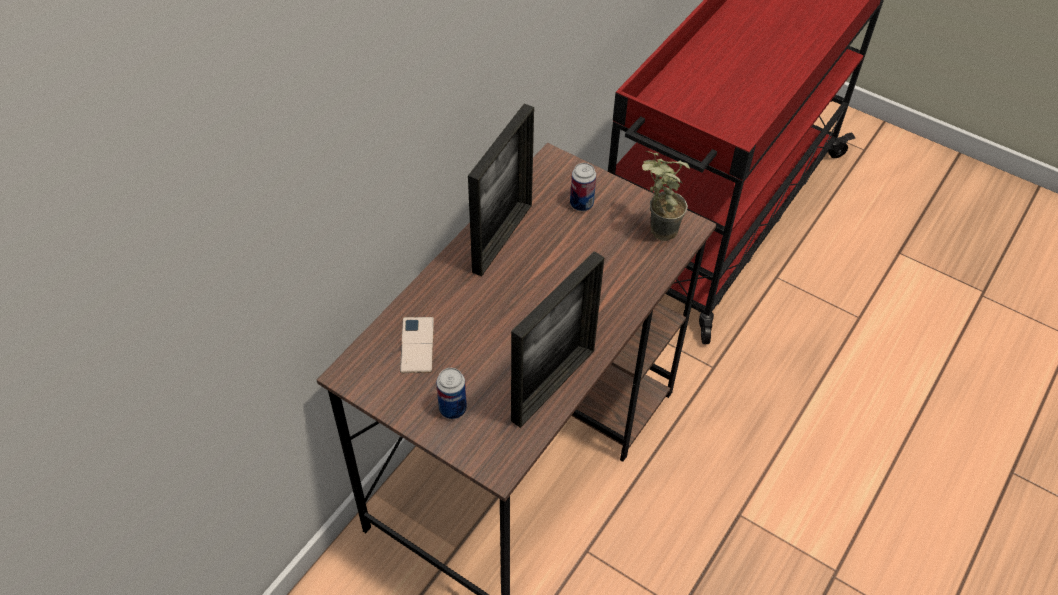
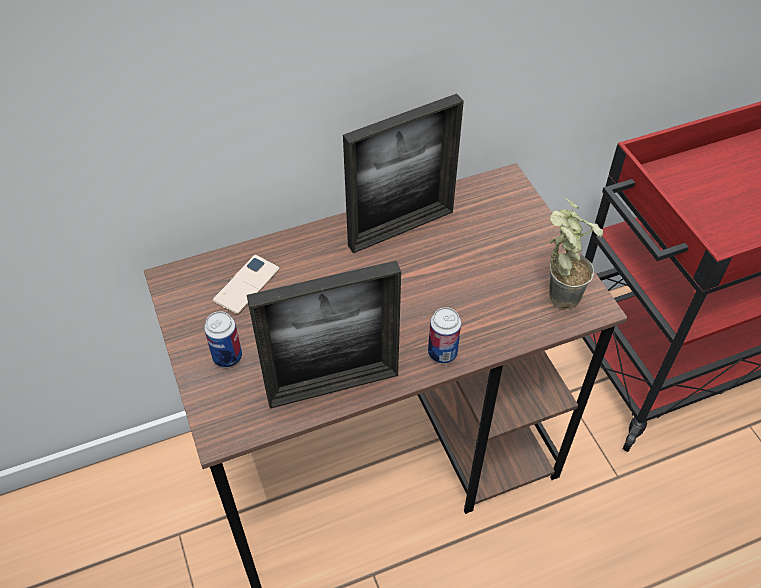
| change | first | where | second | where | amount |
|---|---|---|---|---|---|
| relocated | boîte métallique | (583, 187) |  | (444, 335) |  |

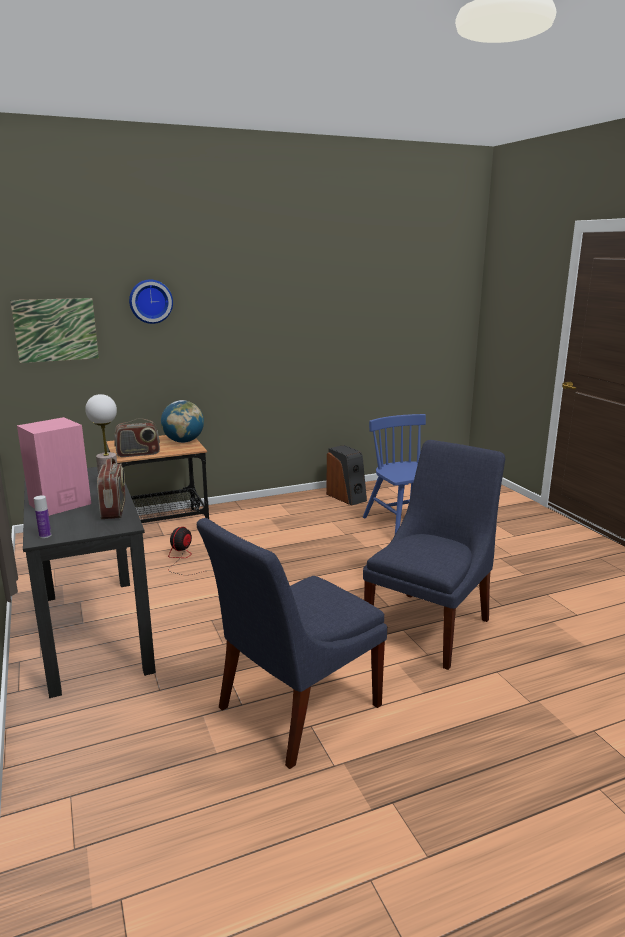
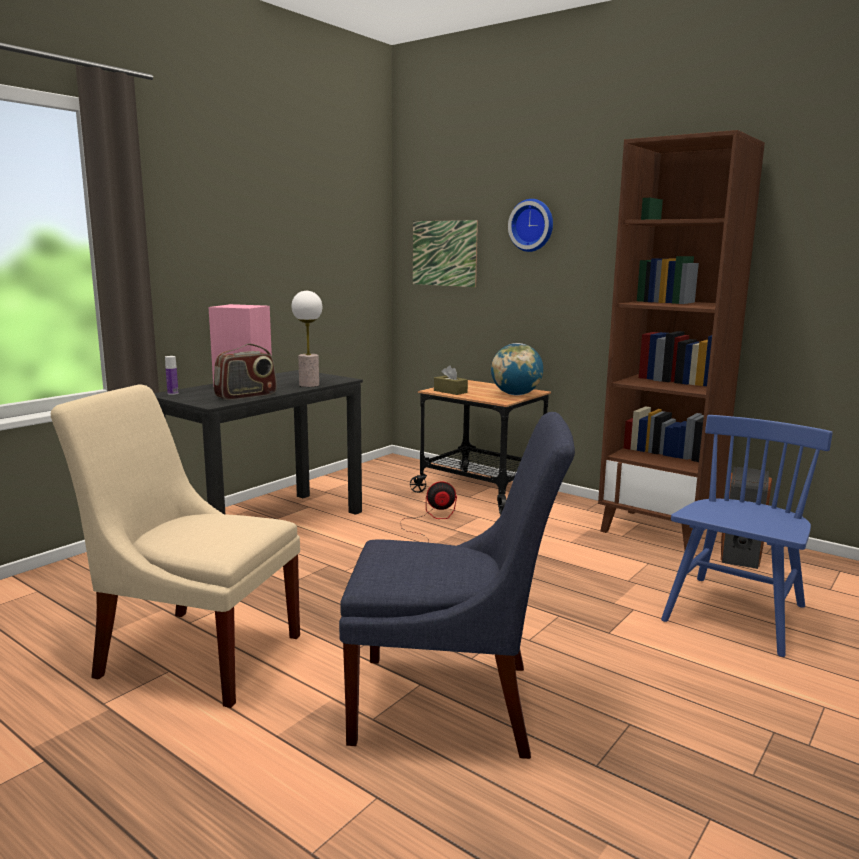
| change | first | where | second | where | amount |
|---|---|---|---|---|---|
| exchanged | radio | (137, 437) | boîte à mouchoirs [marron] | (451, 380) |  |
| colour | chaise [bleu] | (292, 643) | chaise [beige] | (175, 546) |  |
| appeared |  |  | bibliothèque [marron] | (681, 340) |  |

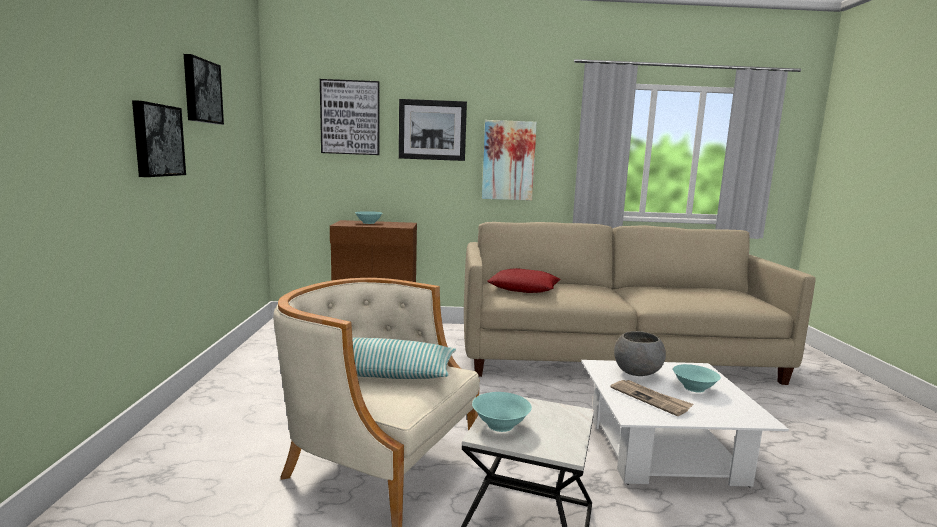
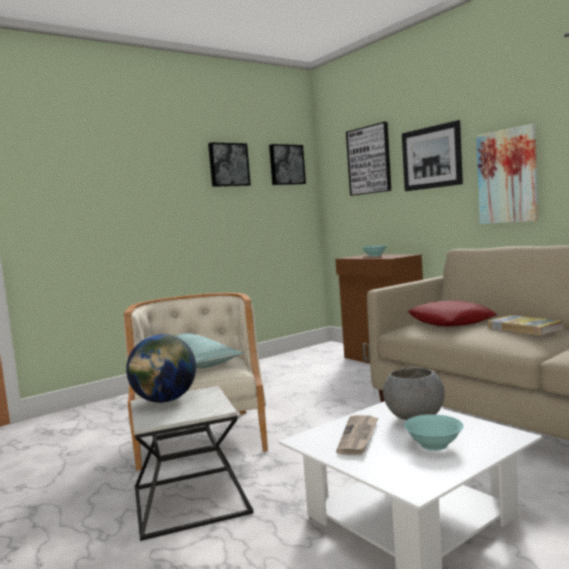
| change | first | where | second | where | amount |
|---|---|---|---|---|---|
| relocated | tableau | (159, 138) |  | (287, 164) |  |
| exchanged | bol [turquoise] | (502, 412) | globe | (161, 368) |  |
| appeared |  |  | livre | (525, 325) |  |

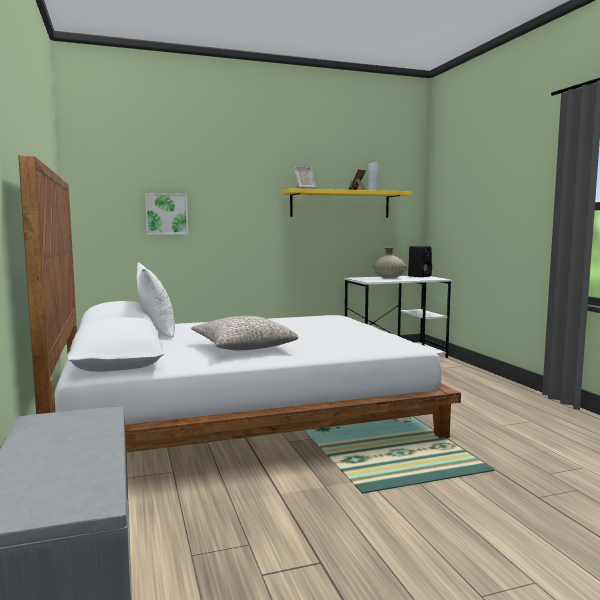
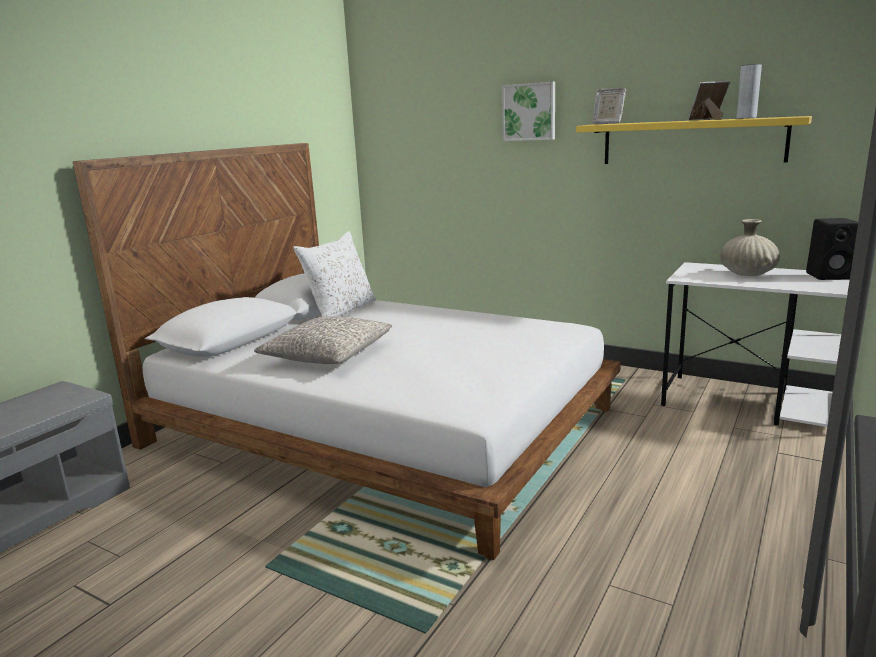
| change | first | where | second | where | amount |
|---|---|---|---|---|---|
| relocated | tableau | (166, 214) |  | (528, 111) |  |

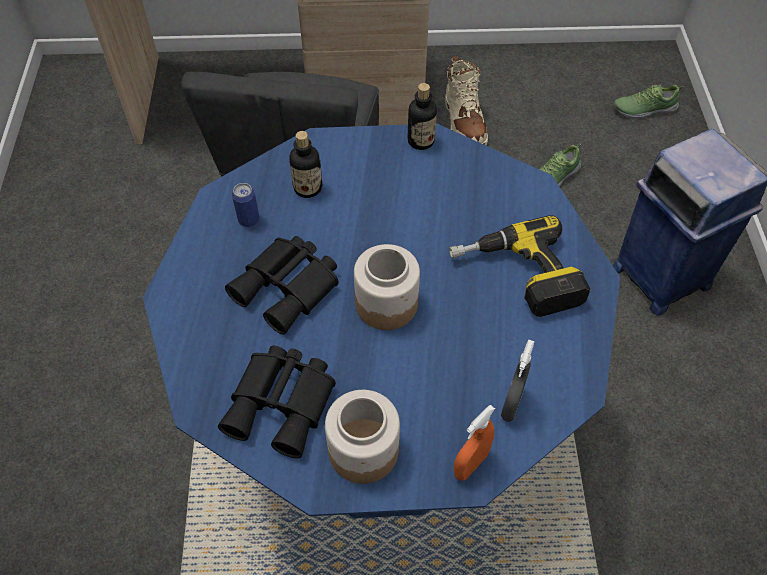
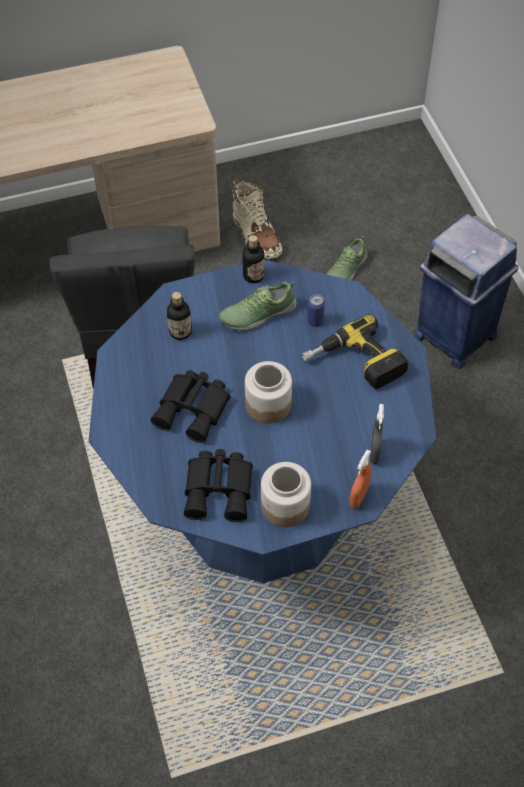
| change | first | where | second | where | amount |
|---|---|---|---|---|---|
| relocated | chaussure | (648, 101) |  | (258, 307) |  |
| relocated | boîte métallique | (246, 205) |  | (316, 310) |  |

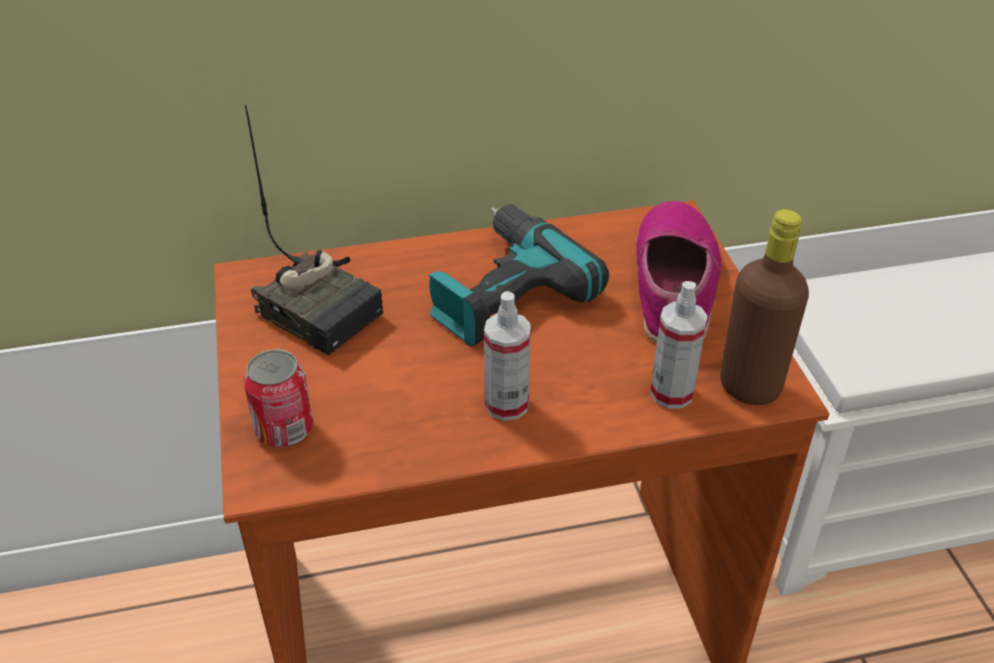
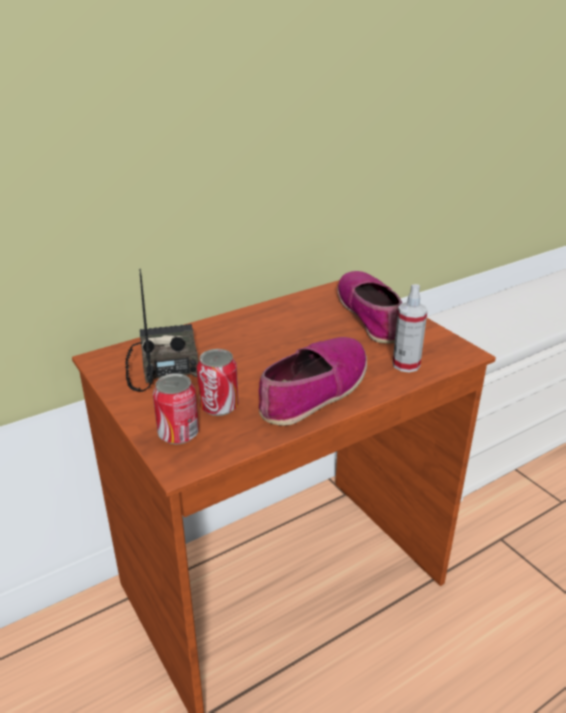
| change | first | where | second | where | amount |
|---|---|---|---|---|---|
| spun | radio | (314, 230) |  | (162, 330) | 120 degrees counterclockwise |
| missing | perceuse | (518, 275) |  |  |  |
| missing | bouteille [marron] | (764, 307) |  |  |  |
| exchanged | vaporisateur | (507, 356) | chaussure | (313, 381) |  |
| appeared |  |  | boîte métallique | (217, 382) |  |

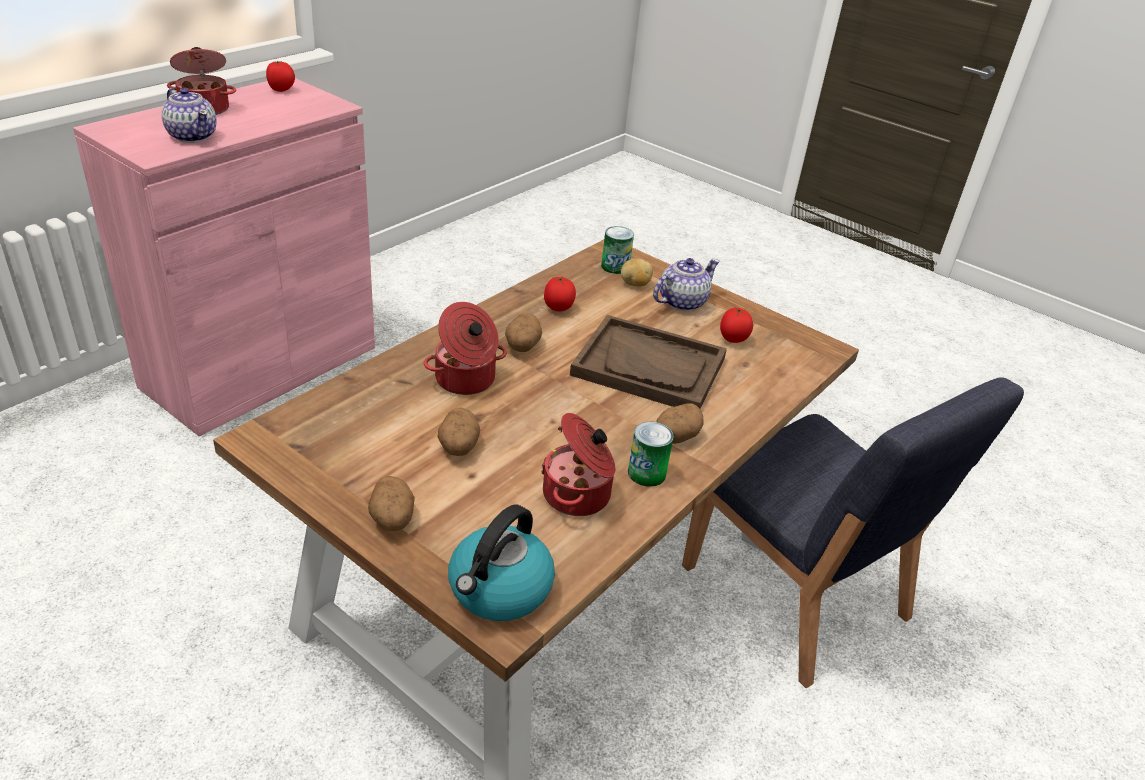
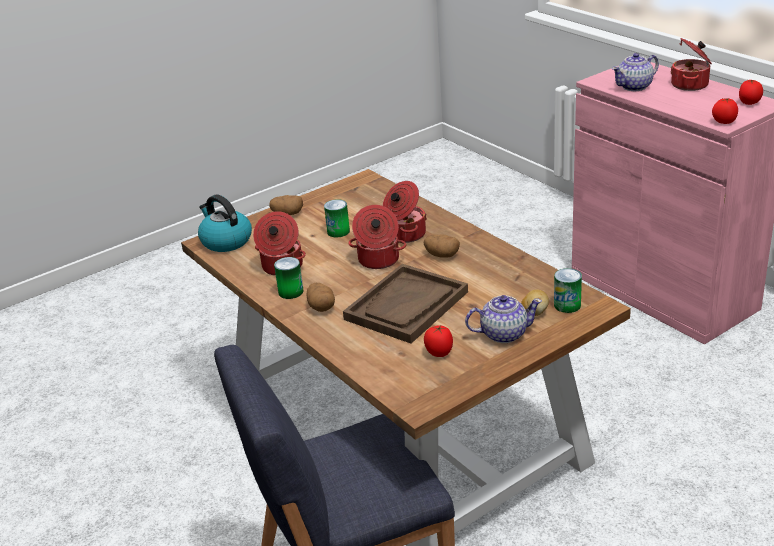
| change | first | where | second | where | amount |
|---|---|---|---|---|---|
| spun | théière | (686, 284) |  | (503, 319) | 75 degrees counterclockwise |
| relocated | tomate | (560, 294) |  | (725, 111) |  |
| exchanged | pomme de terre | (458, 432) | boîte métallique | (337, 218) |  |
| appeared |  |  | marmite | (377, 237) |  |

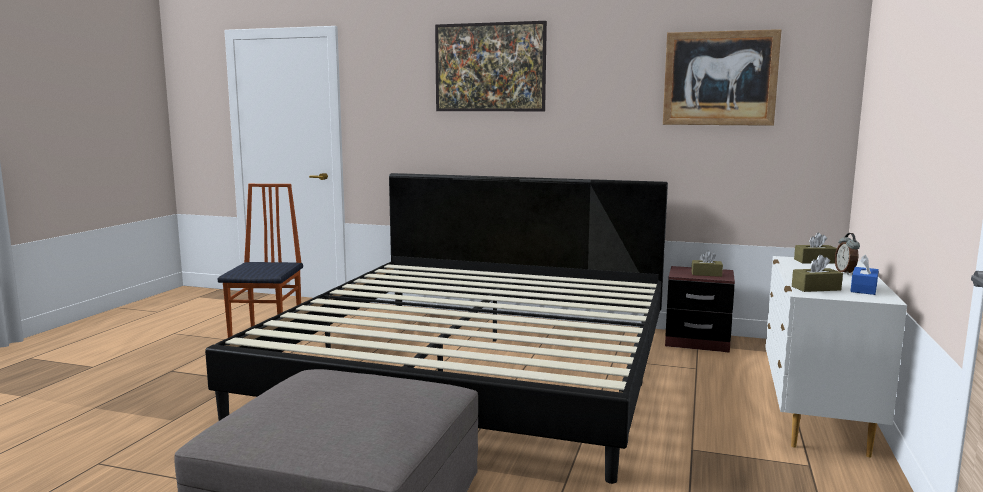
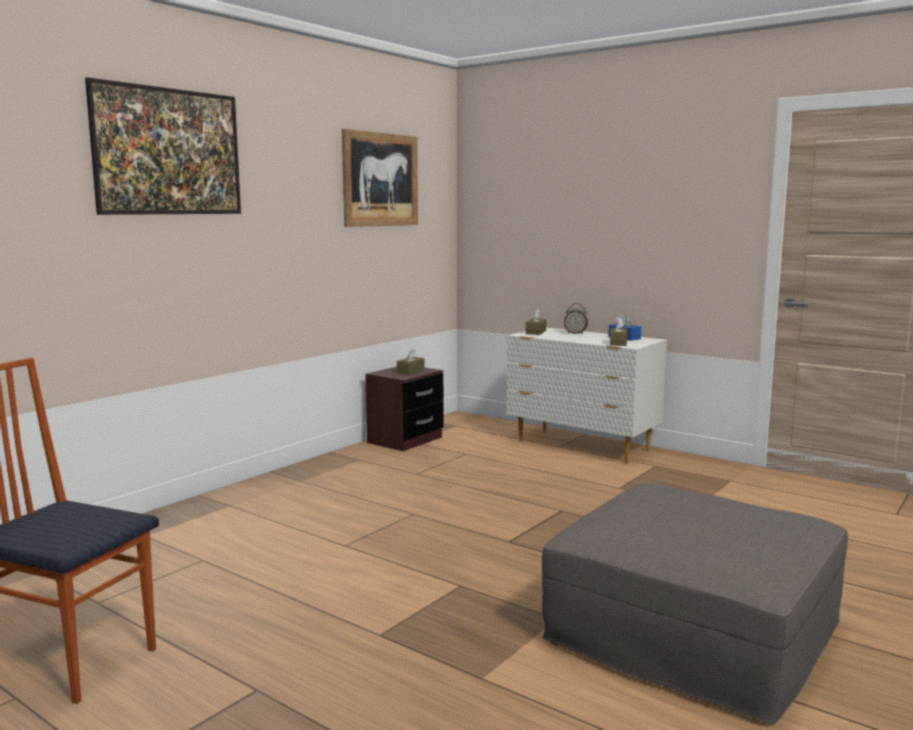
| change | first | where | second | where | amount |
|---|---|---|---|---|---|
| missing | lit | (436, 328) |  |  |  |

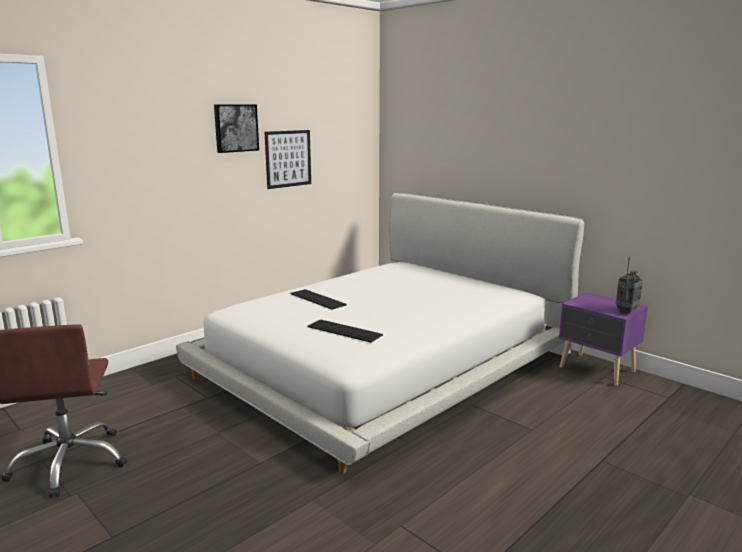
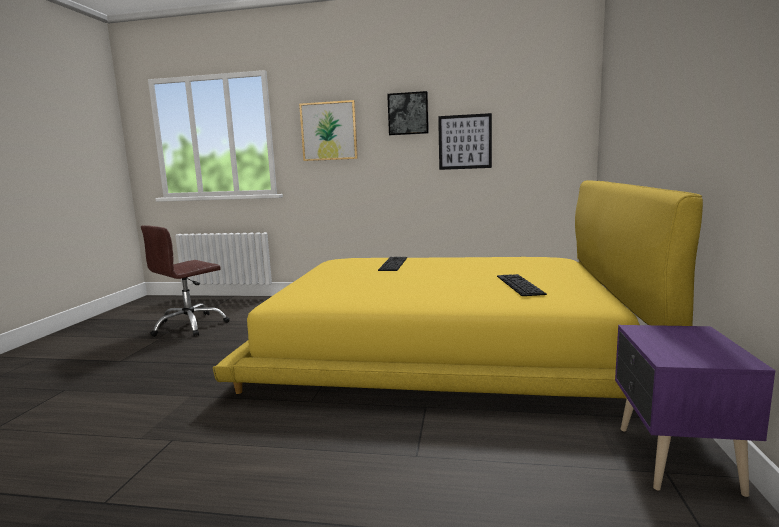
| change | first | where | second | where | amount |
|---|---|---|---|---|---|
| colour | lit [blanc] | (380, 333) | lit [jaune] | (458, 289) |  |
| missing | radio | (629, 285) |  |  |  |
| relocated | clavier | (345, 331) |  | (522, 285) |  |
| appeared |  |  | tableau | (328, 130) |  |

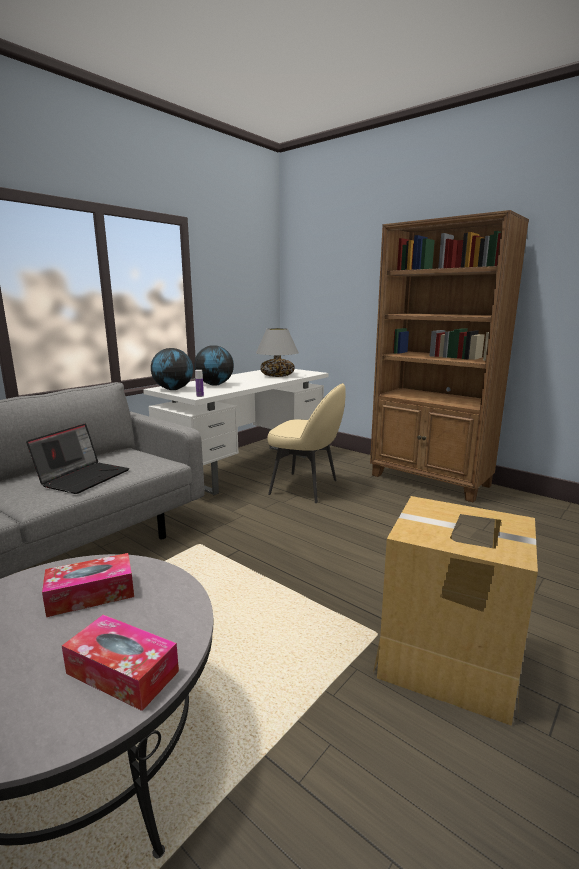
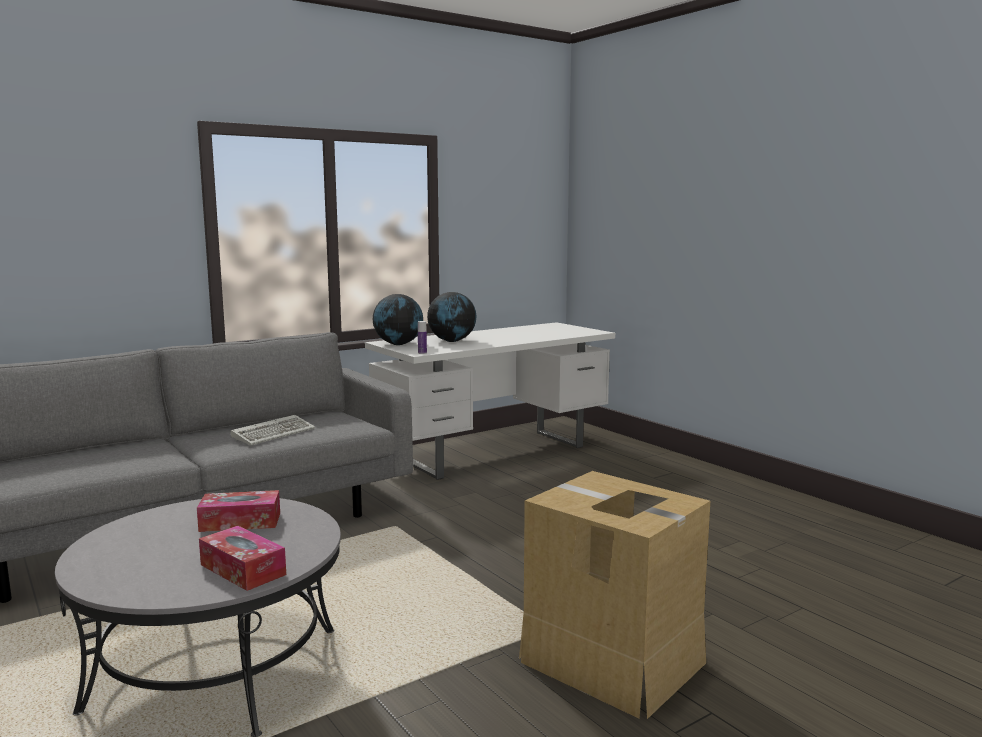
| change | first | where | second | where | amount |
|---|---|---|---|---|---|
| missing | bibliothèque [marron] | (449, 356) |  |  |  |
| missing | lampe de table [gris] | (277, 352) |  |  |  |
| missing | chaise [beige] | (306, 443) |  |  |  |
| exchanged | ordinateur portable | (77, 459) | clavier | (273, 430) |  |

